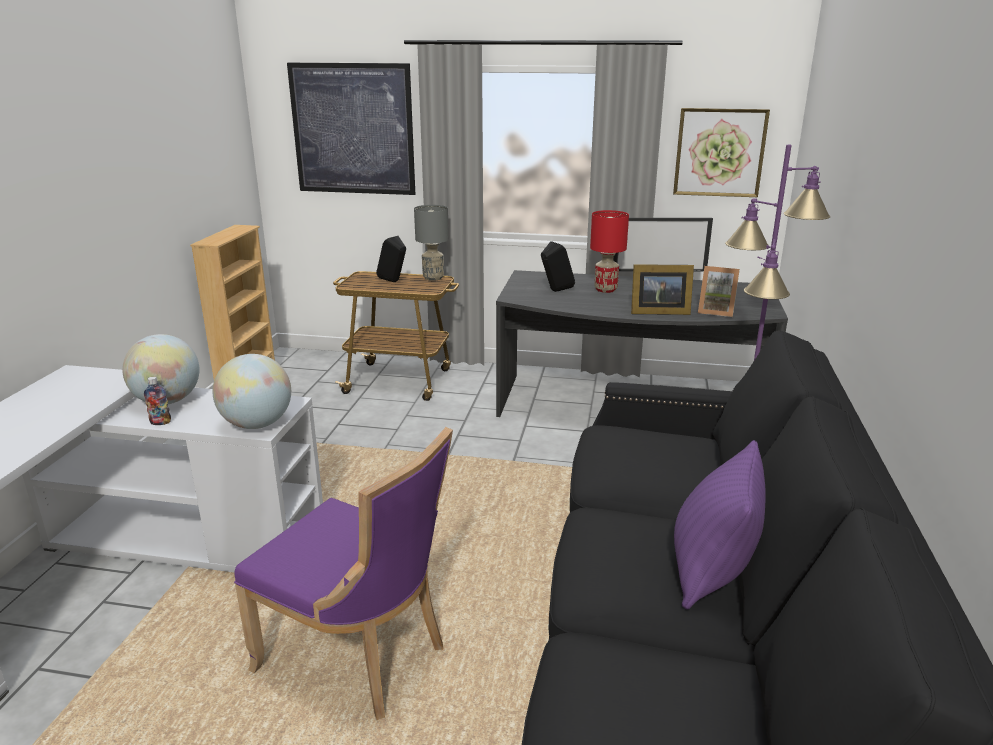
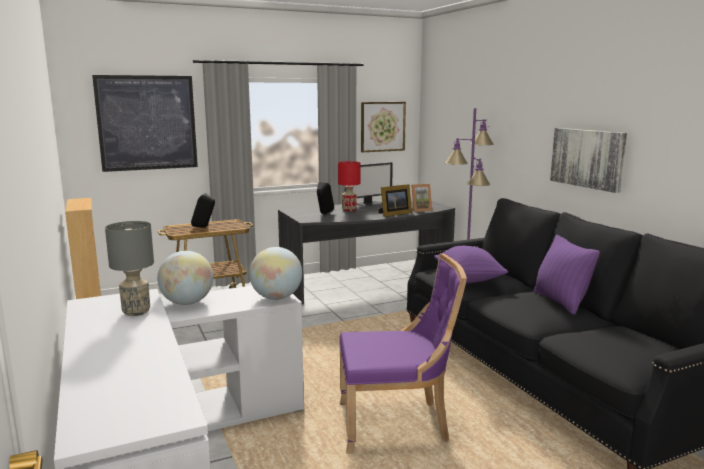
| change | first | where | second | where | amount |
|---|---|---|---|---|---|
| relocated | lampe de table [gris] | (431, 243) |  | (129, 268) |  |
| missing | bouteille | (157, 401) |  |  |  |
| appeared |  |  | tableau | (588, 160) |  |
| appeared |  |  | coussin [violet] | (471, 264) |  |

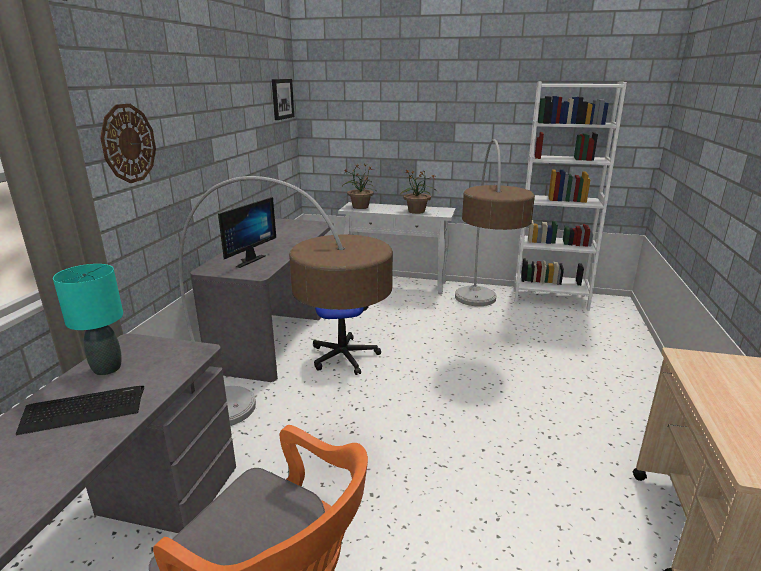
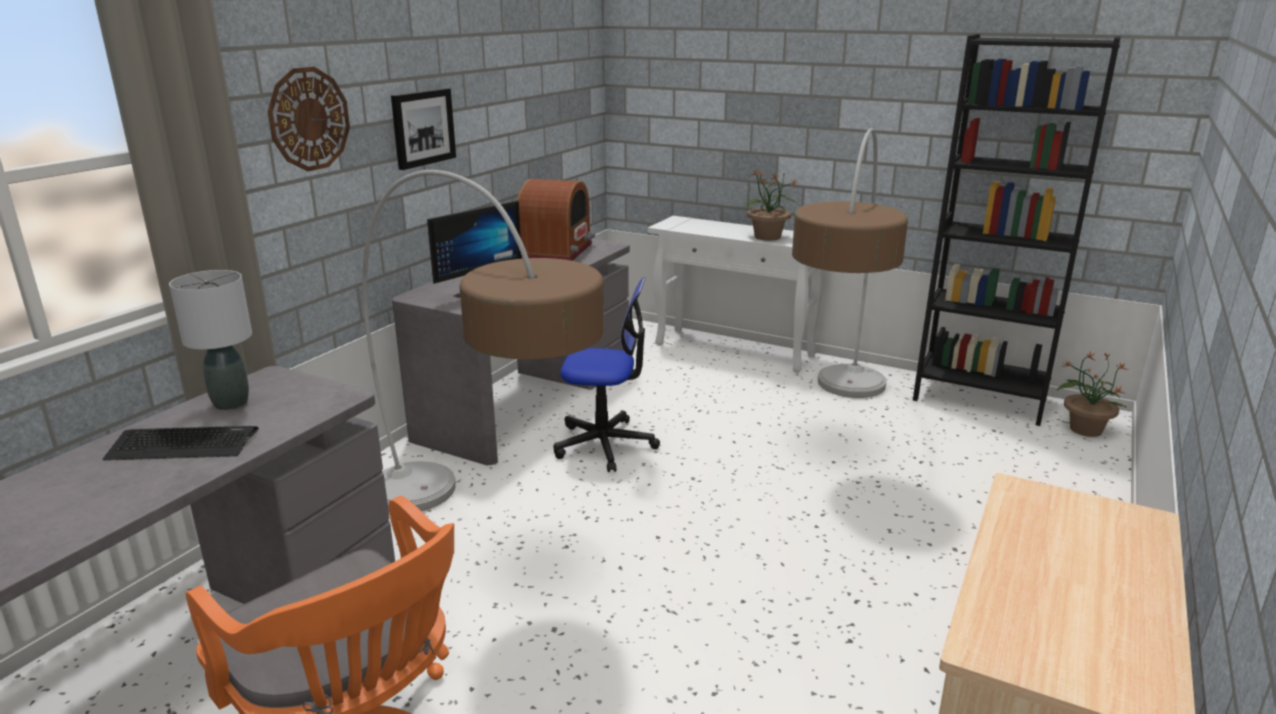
| change | first | where | second | where | amount |
|---|---|---|---|---|---|
| relocated | tableau | (283, 99) |  | (423, 129) |  |
| colour | bibliothèque [blanc] | (570, 196) | bibliothèque [noir] | (1017, 230) |  |
| relocated | plante en pot | (359, 186) |  | (1093, 394) |  |
| colour | lampe de table [turquoise] | (88, 319) | lampe de table [gris] | (210, 340) |  |
| appeared |  |  | radio | (556, 220) |  |

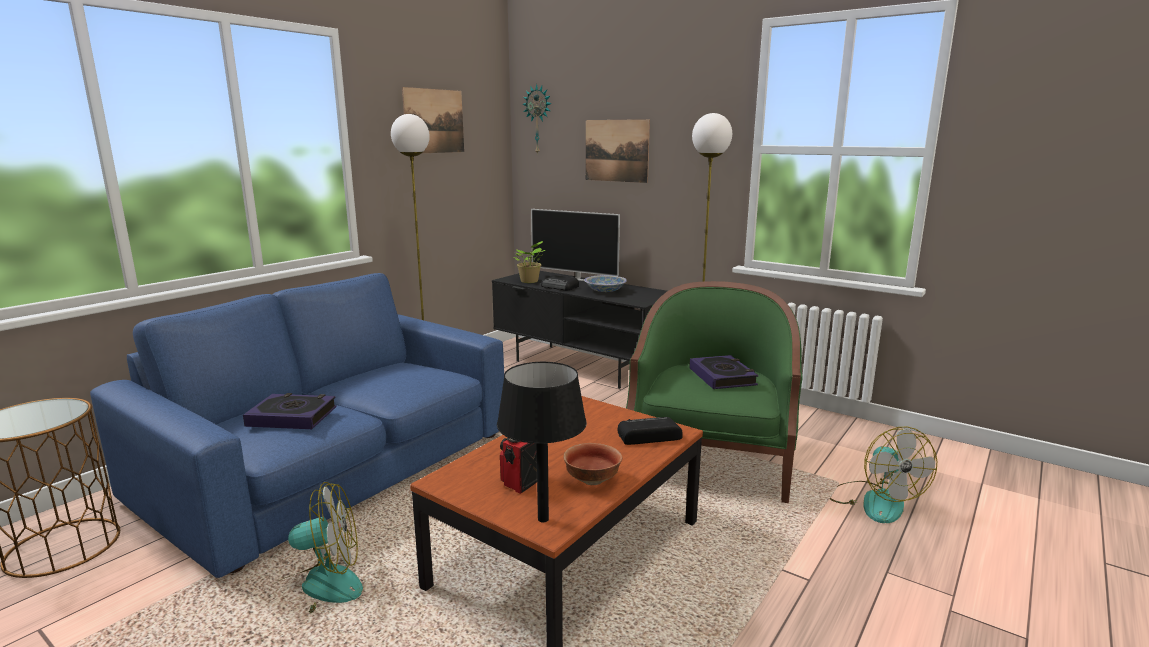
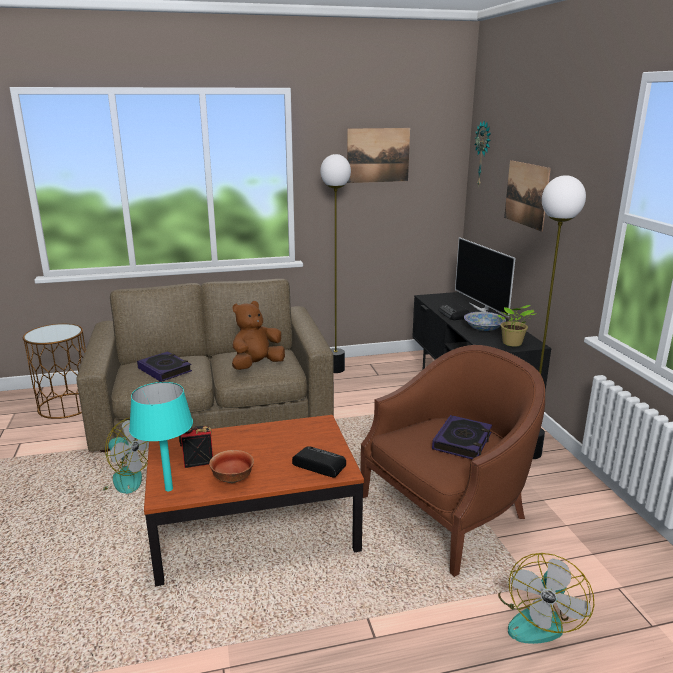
| change | first | where | second | where | amount |
|---|---|---|---|---|---|
| relocated | plante en pot | (529, 262) |  | (516, 326) |  |
| colour | canapé [bleu] | (297, 425) | canapé [marron] | (205, 365) |  |
| colour | fauteuil [vert] | (714, 392) | fauteuil [marron] | (453, 461) |  |
| colour | lampe de table [noir] | (542, 442) | lampe de table [turquoise] | (161, 436) |  |
| appeared |  |  | peluche [marron] | (258, 335) |  |

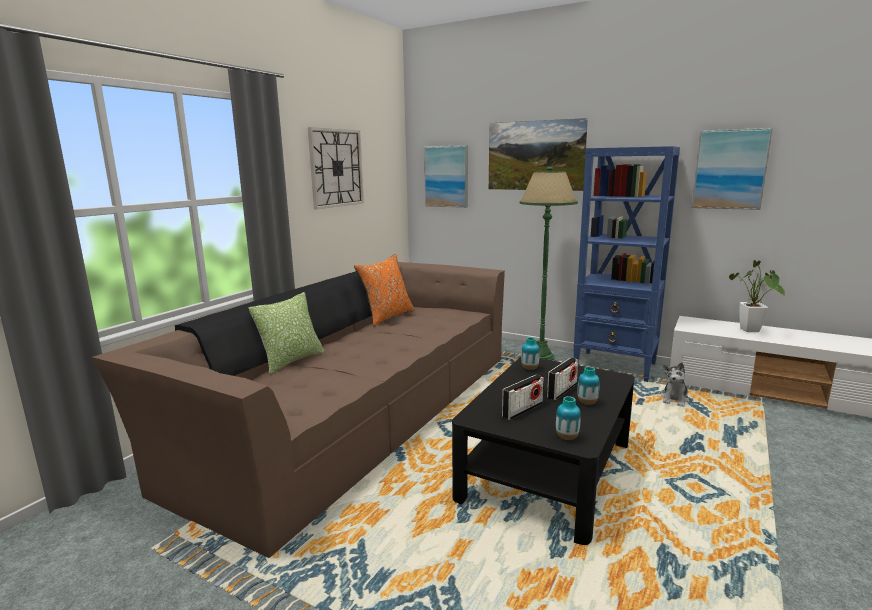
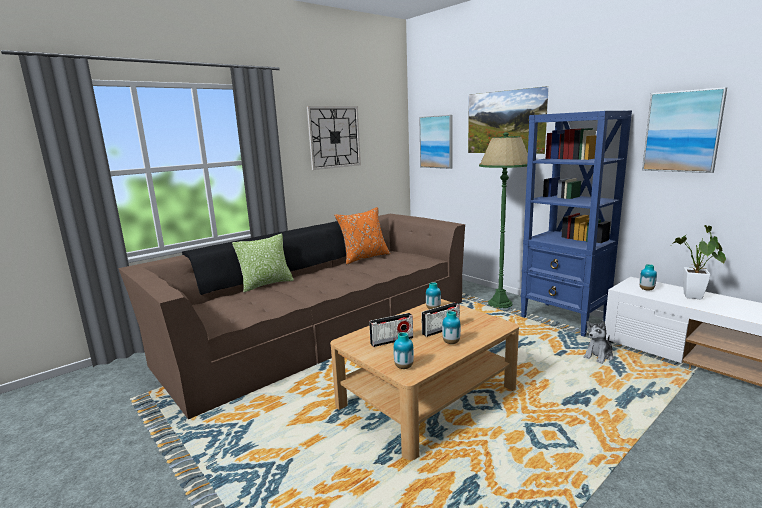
| change | first | where | second | where | amount |
|---|---|---|---|---|---|
| colour | table basse [noir] | (543, 451) | table basse [beige] | (424, 379) |  |
| appeared |  |  | vase | (648, 277) |  |

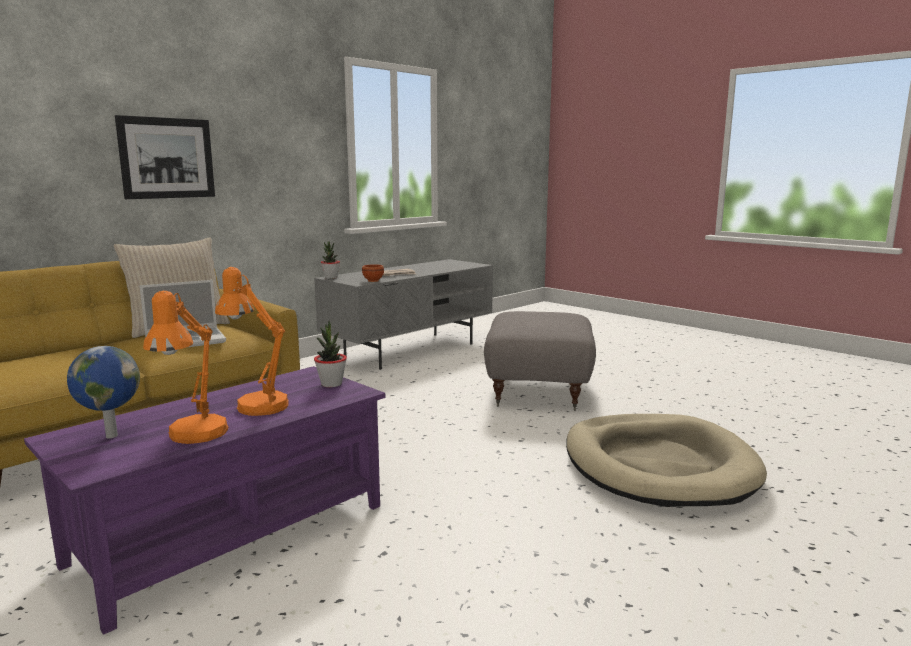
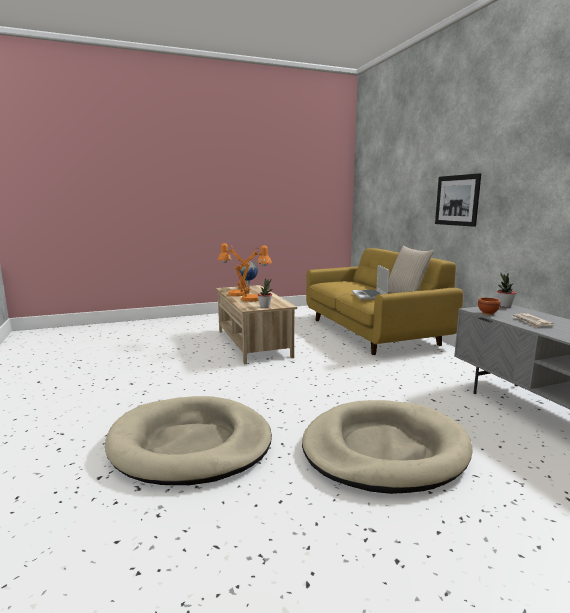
| change | first | where | second | where | amount |
|---|---|---|---|---|---|
| exchanged | pouf [gris] | (540, 361) | panier pour chien [beige] | (387, 447) |  |
| colour | table basse [violet] | (204, 500) | table basse [beige] | (256, 325) |  |

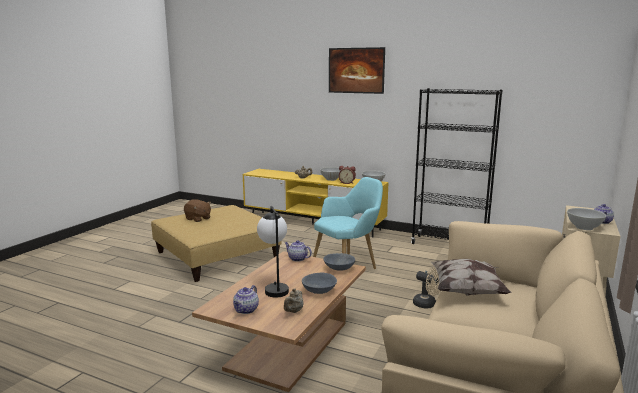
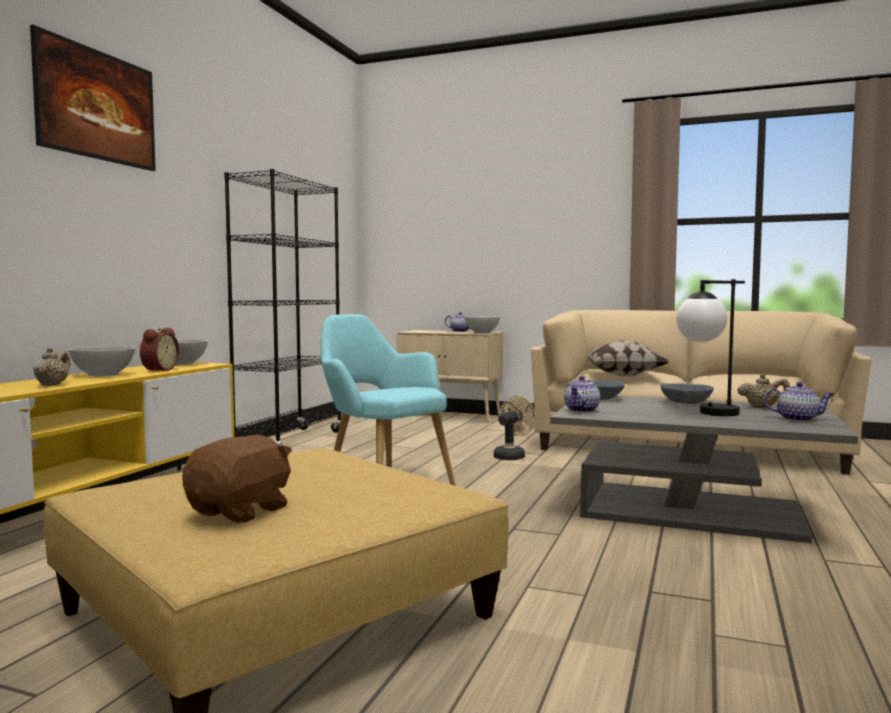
| change | first | where | second | where | amount |
|---|---|---|---|---|---|
| colour | table basse [marron] | (279, 321) | table basse [gris] | (704, 469) |  |

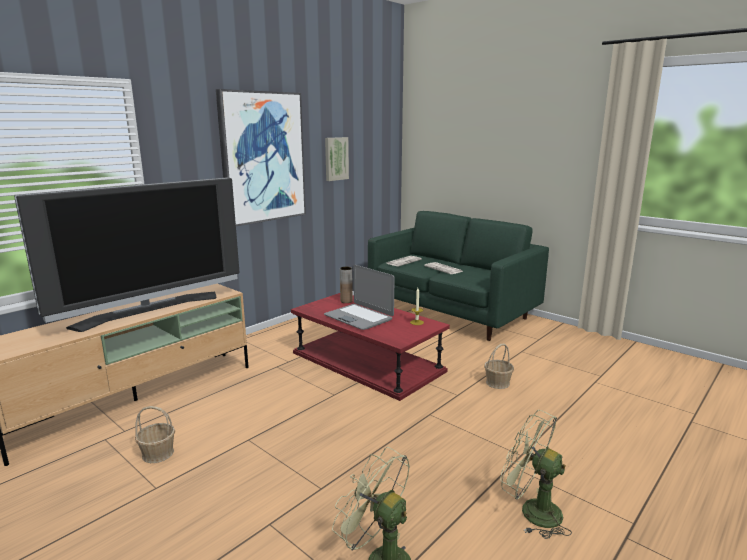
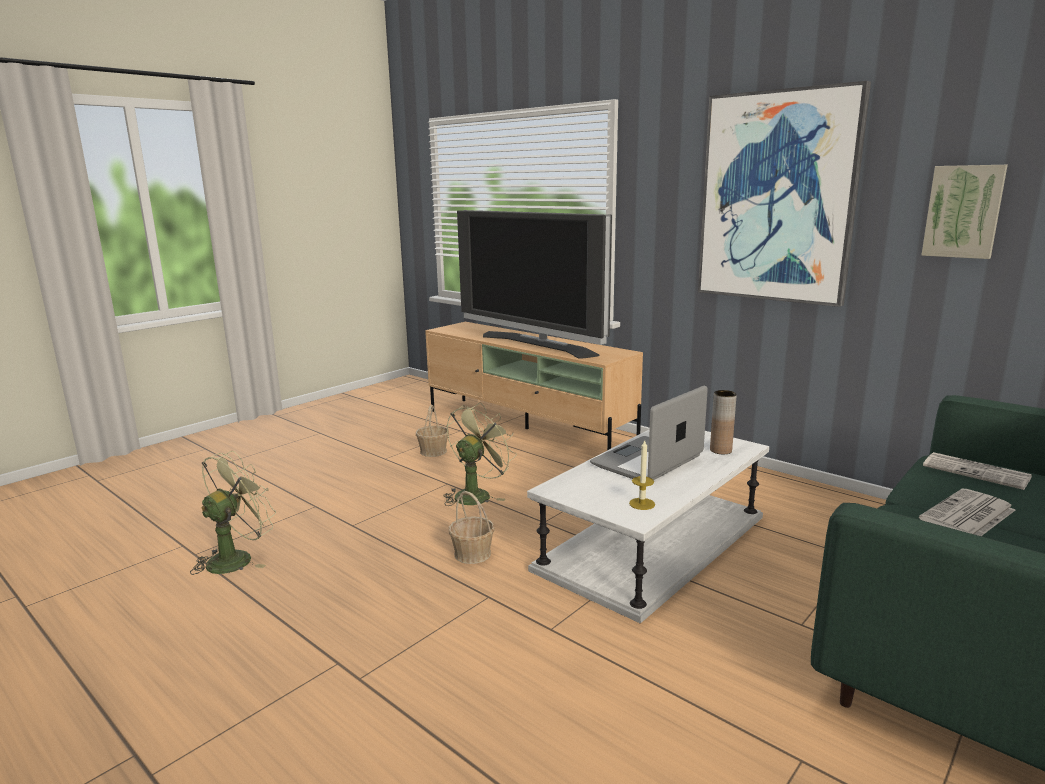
| change | first | where | second | where | amount |
|---|---|---|---|---|---|
| colour | table basse [rouge] | (370, 347) | table basse [blanc] | (648, 527) |  |
| relocated | panier | (499, 366) |  | (472, 527) |  |
| relocated | ventilateur [vert] | (536, 474) |  | (480, 454) |  |

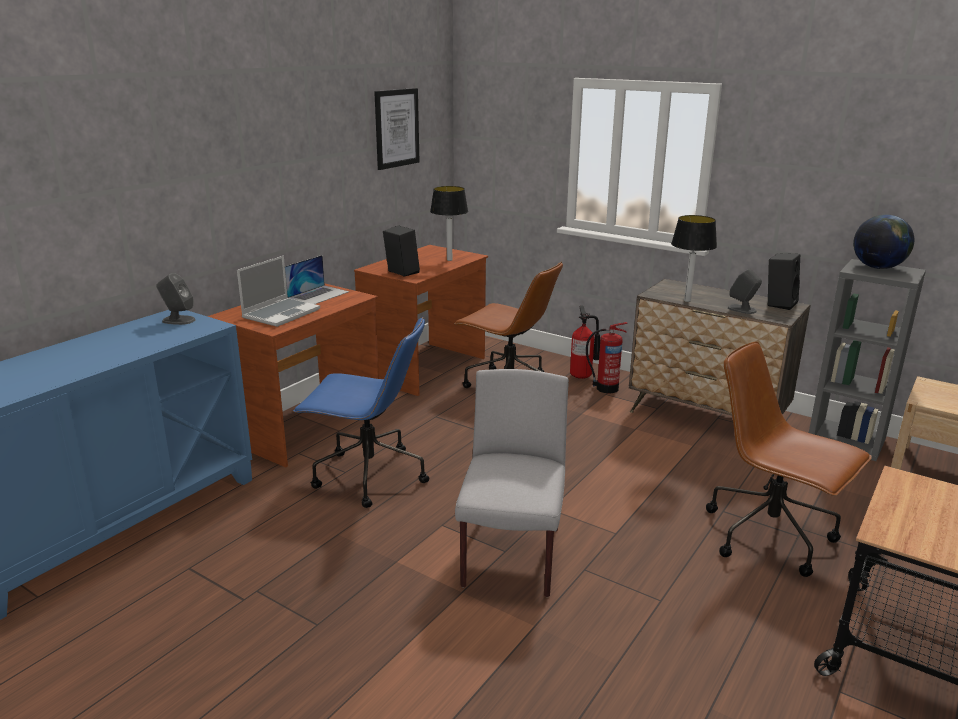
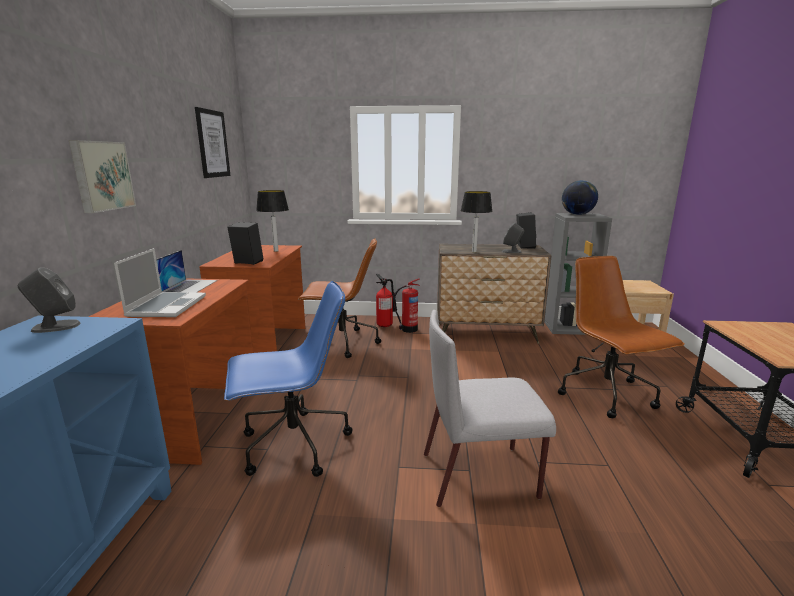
| change | first | where | second | where | amount |
|---|---|---|---|---|---|
| spun | chaise de bureau [marron] | (789, 459) |  | (621, 337) | 60 degrees clockwise |
| spun | chaise [gris] | (512, 483) |  | (490, 408) | 75 degrees counterclockwise |
| appeared |  |  | tableau | (102, 176) |  |

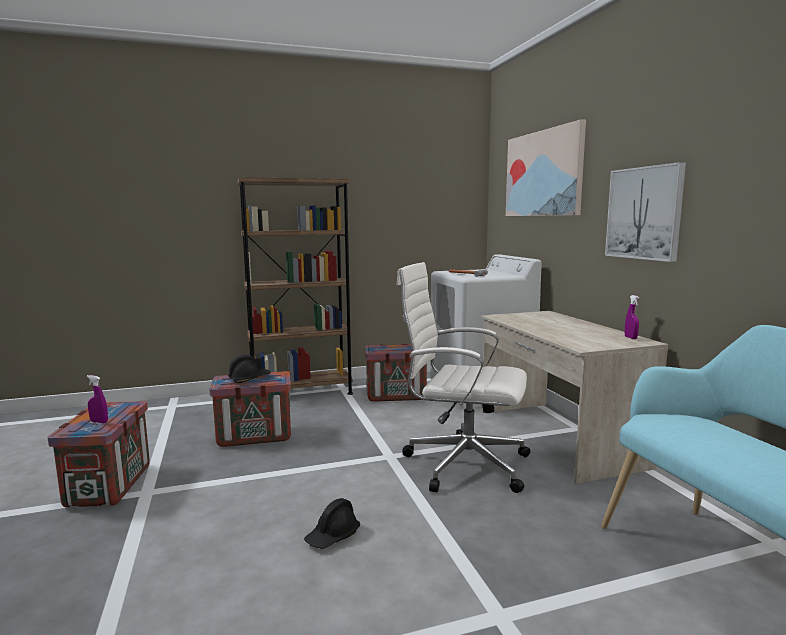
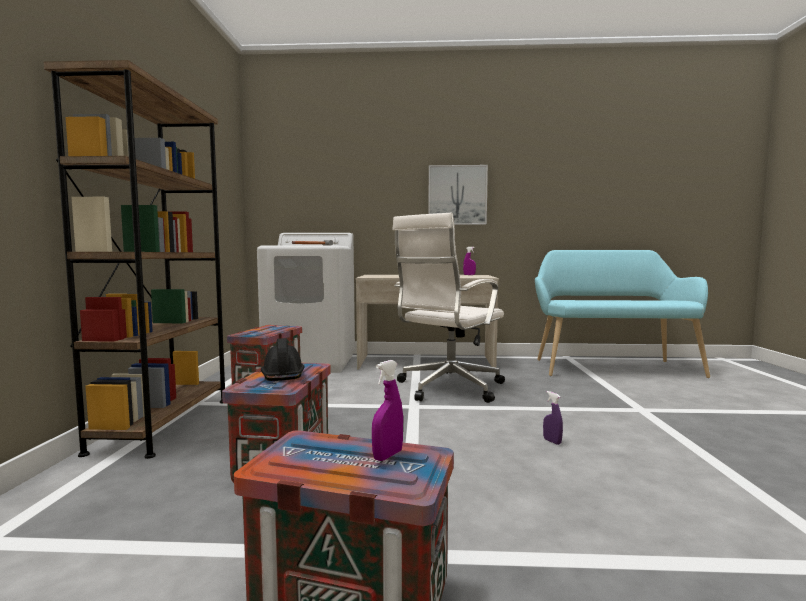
| change | first | where | second | where | amount |
|---|---|---|---|---|---|
| missing | tableau | (546, 167) |  |  |  |
| exchanged | casque de chantier [noir] | (332, 523) | vaporisateur [violet] | (553, 418) |  |

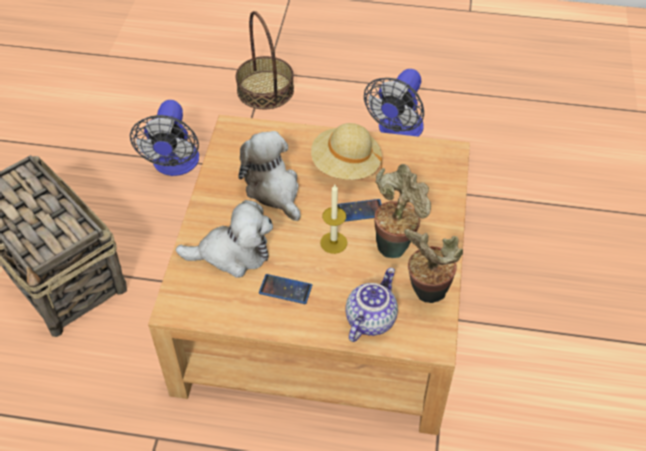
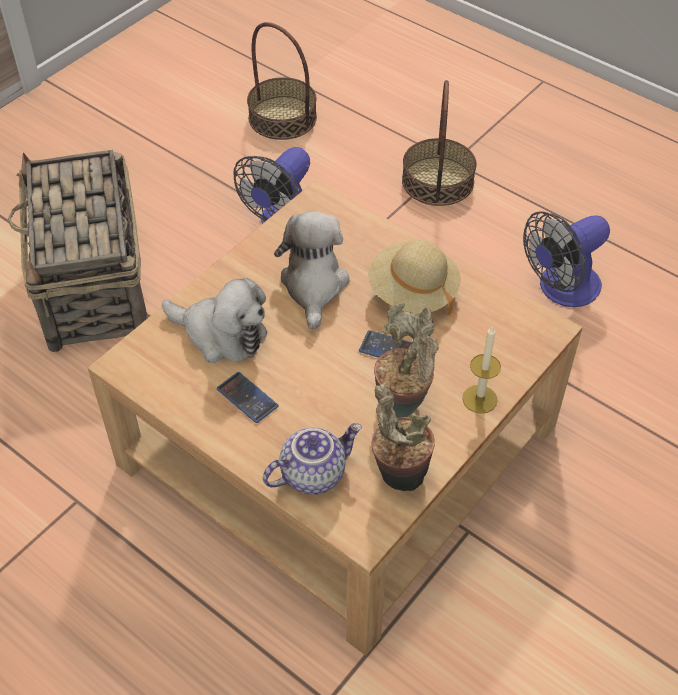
| change | first | where | second | where | amount |
|---|---|---|---|---|---|
| relocated | bougie | (333, 219) |  | (481, 370) |  |
| appeared |  |  | panier | (282, 81) |  |

